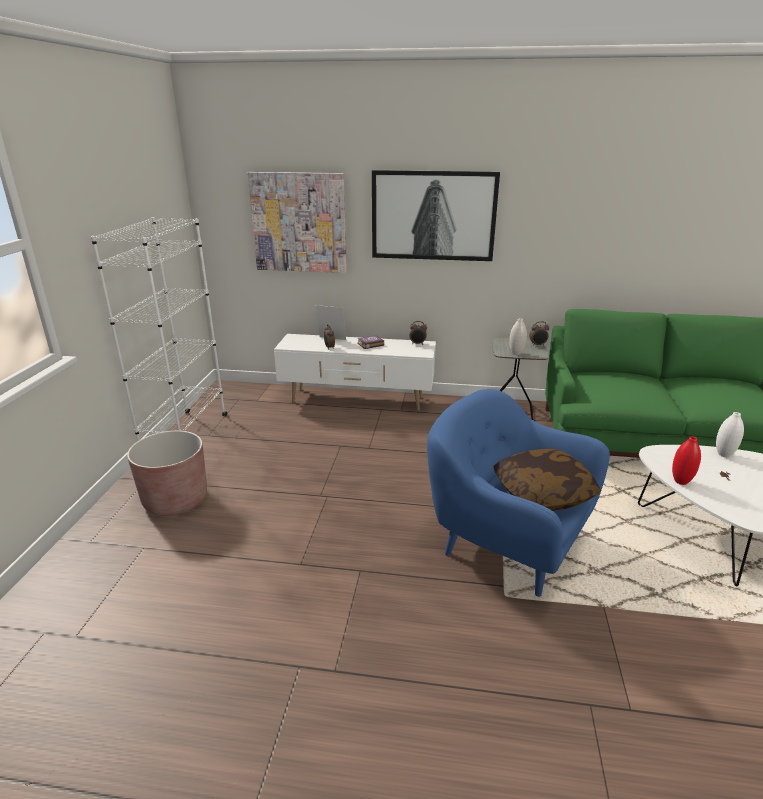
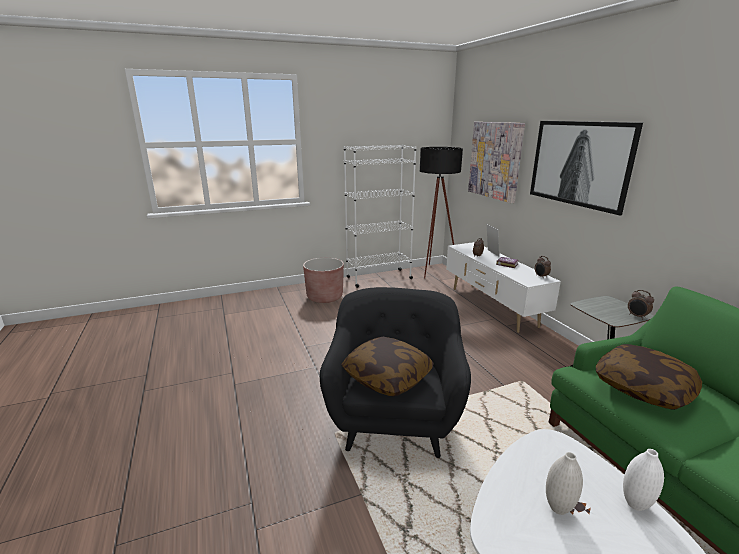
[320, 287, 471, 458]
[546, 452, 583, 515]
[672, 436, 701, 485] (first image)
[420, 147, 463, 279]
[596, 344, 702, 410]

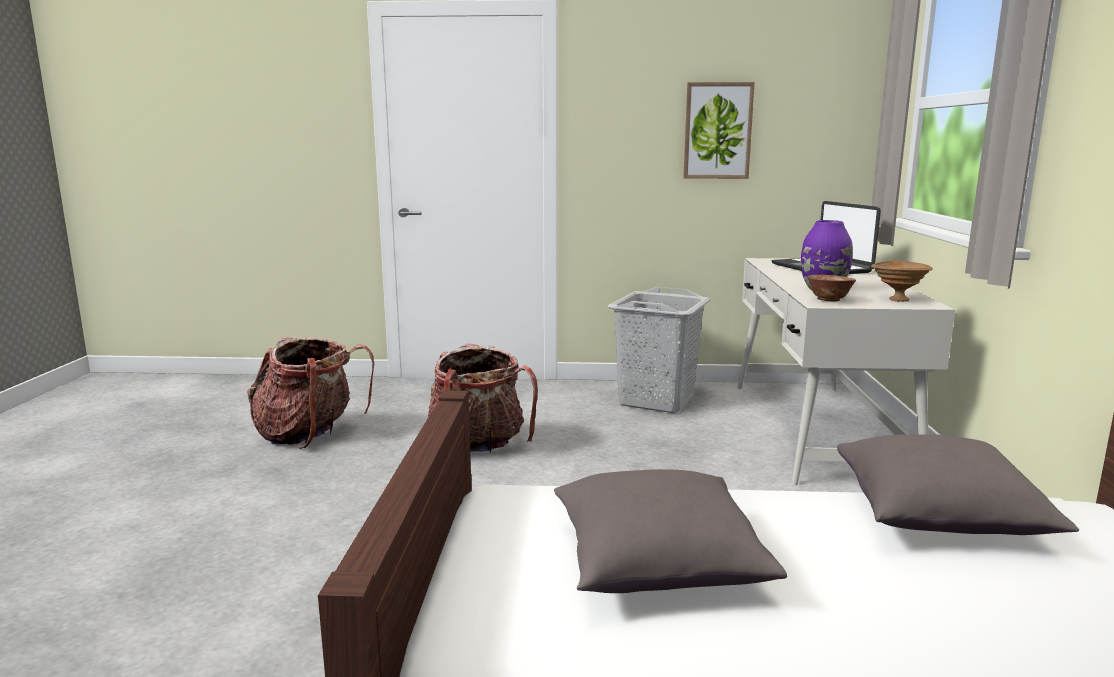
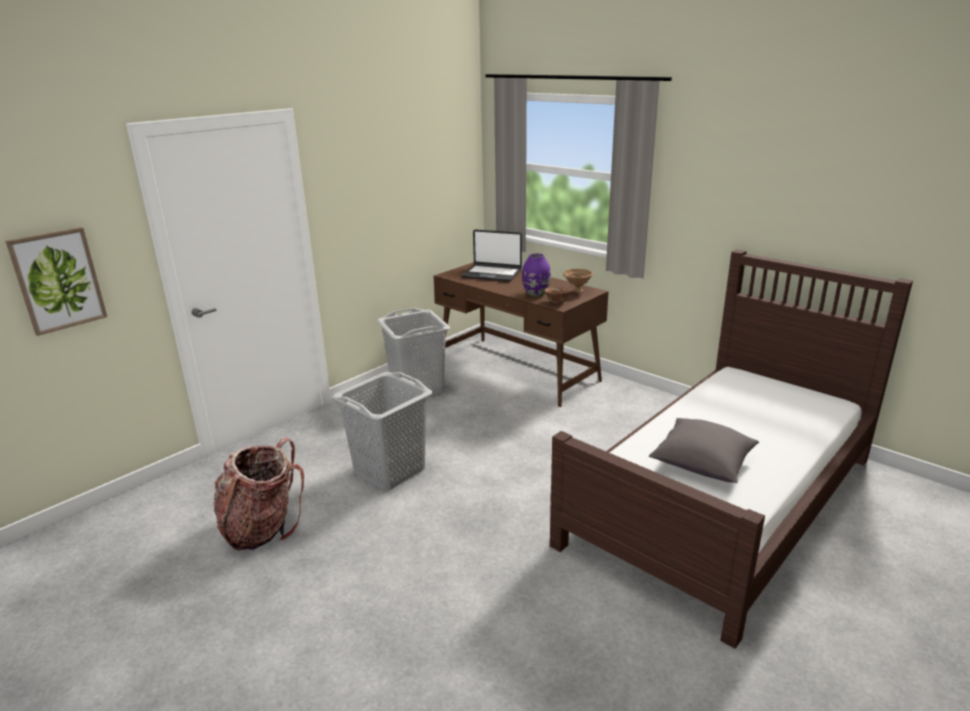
[332, 372, 433, 491]
[5, 227, 107, 336]
[434, 262, 608, 407]
[837, 434, 1079, 535] (first image)

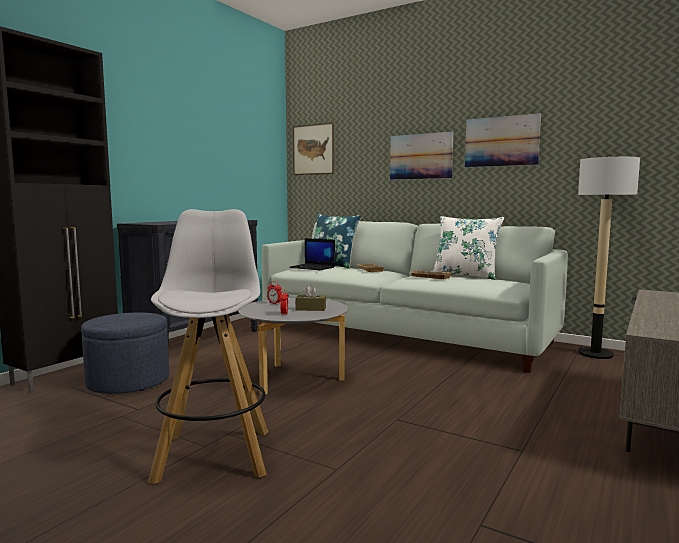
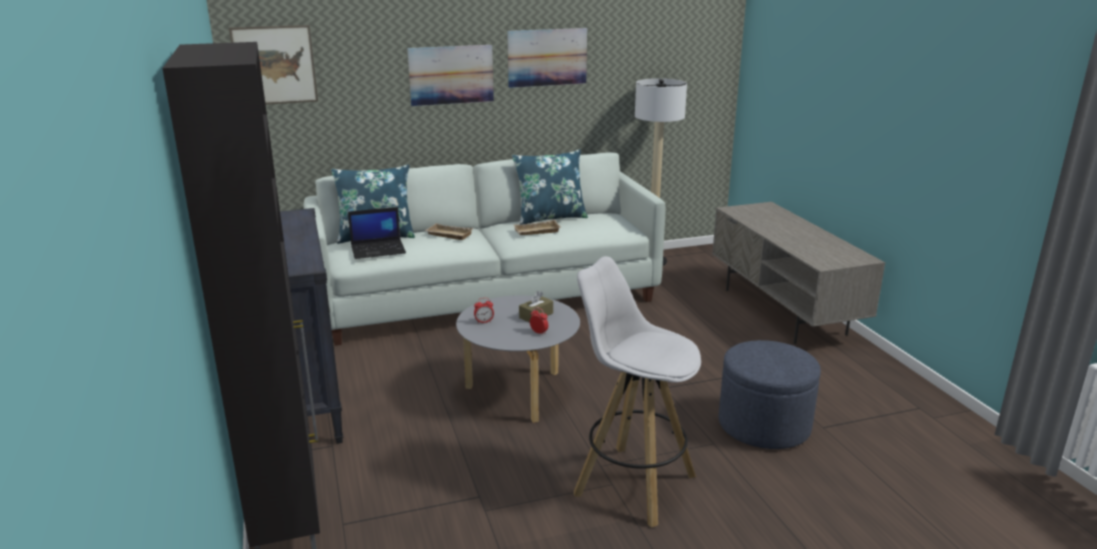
[718, 340, 821, 449]
[512, 149, 588, 225]

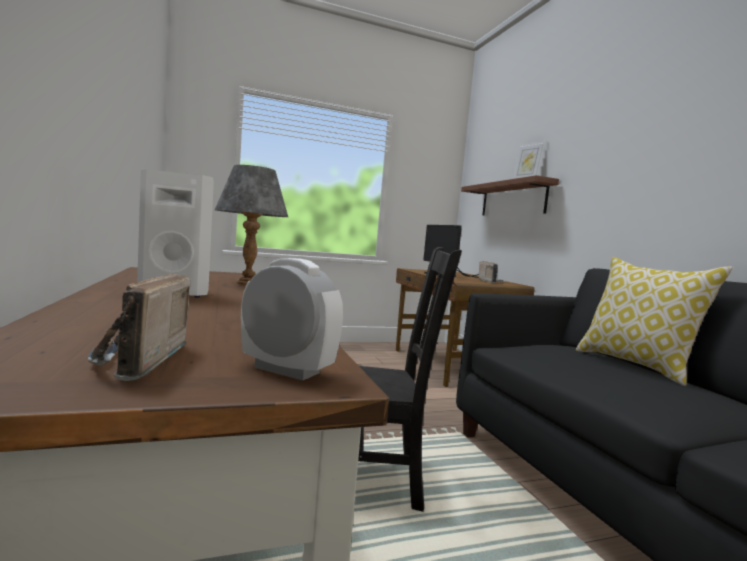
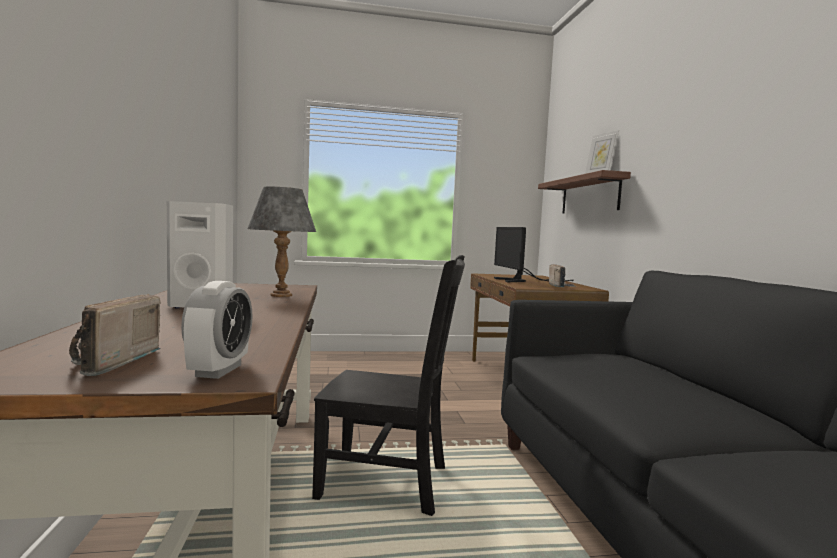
[181, 281, 253, 379]
[576, 257, 733, 386] (first image)

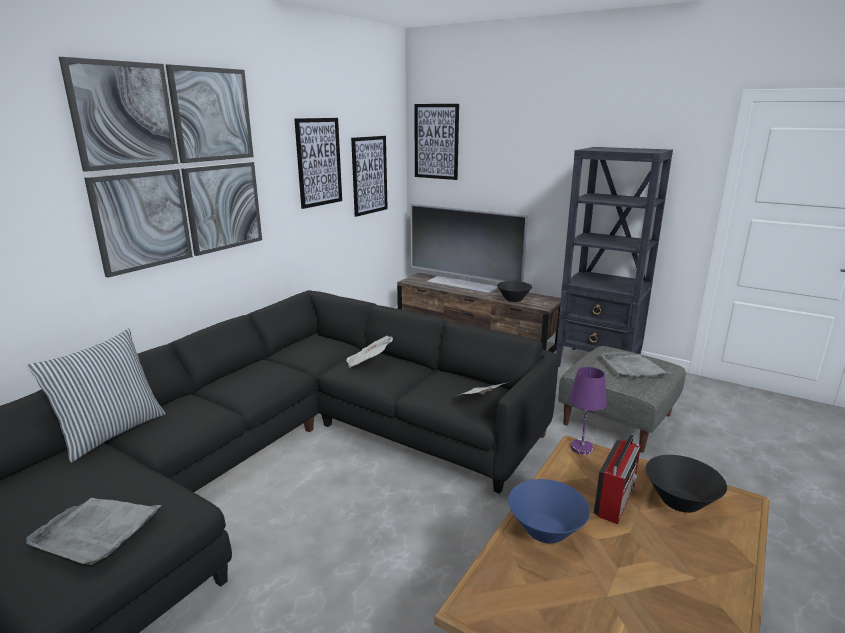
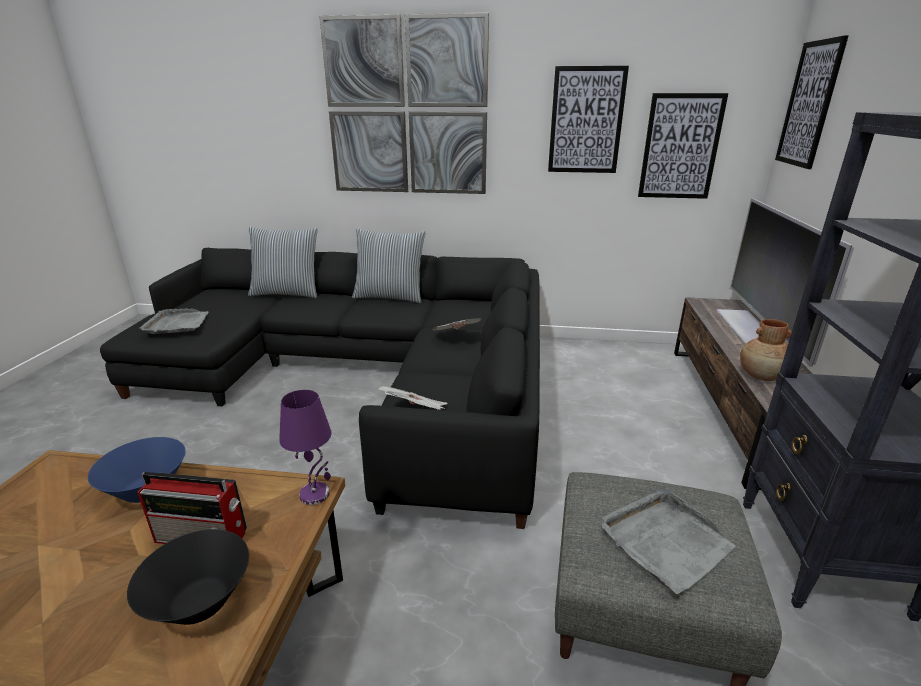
[740, 319, 792, 381]
[352, 229, 426, 303]

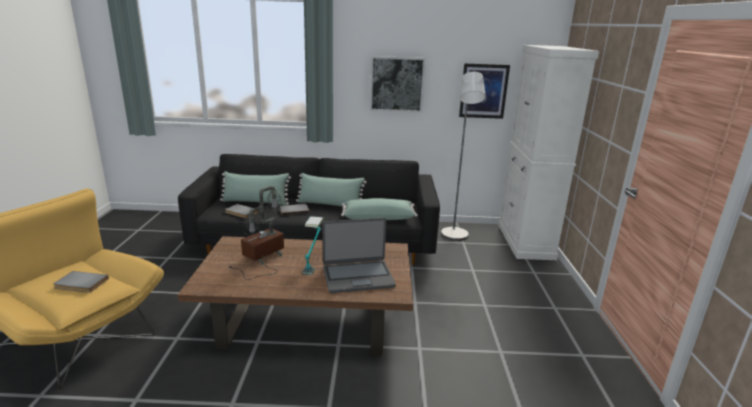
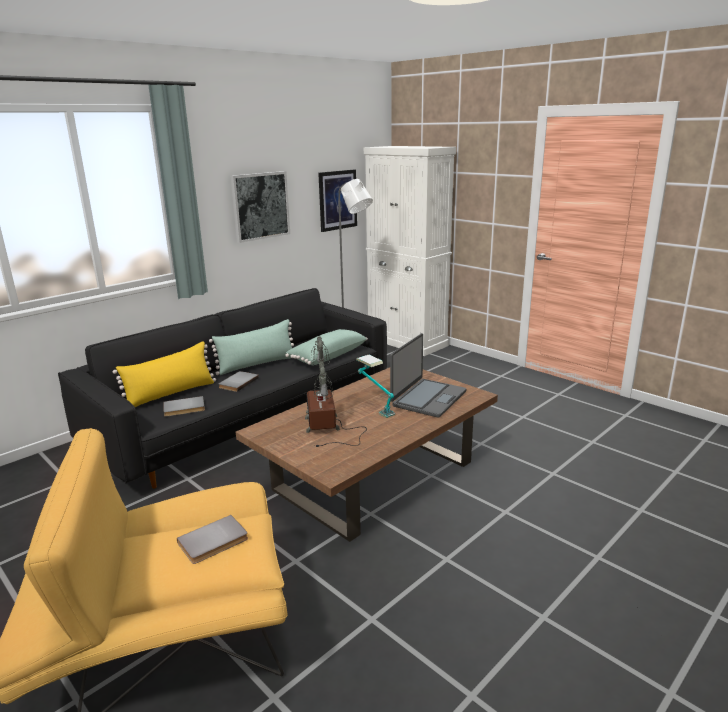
[113, 342, 216, 407]

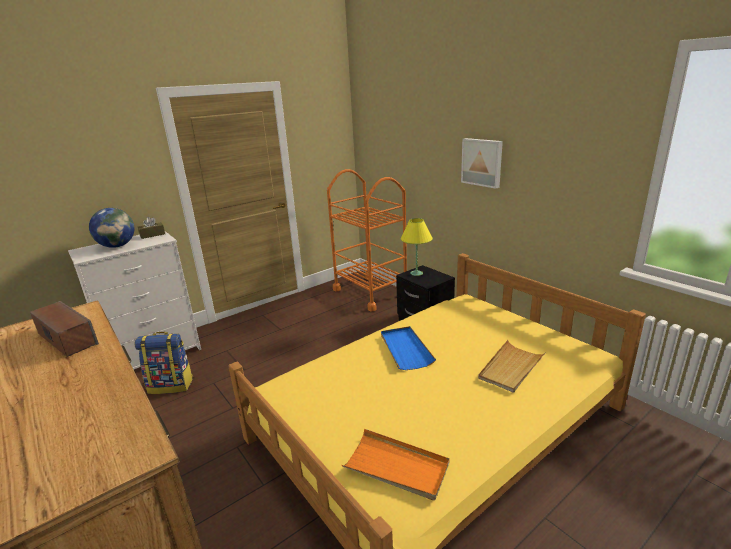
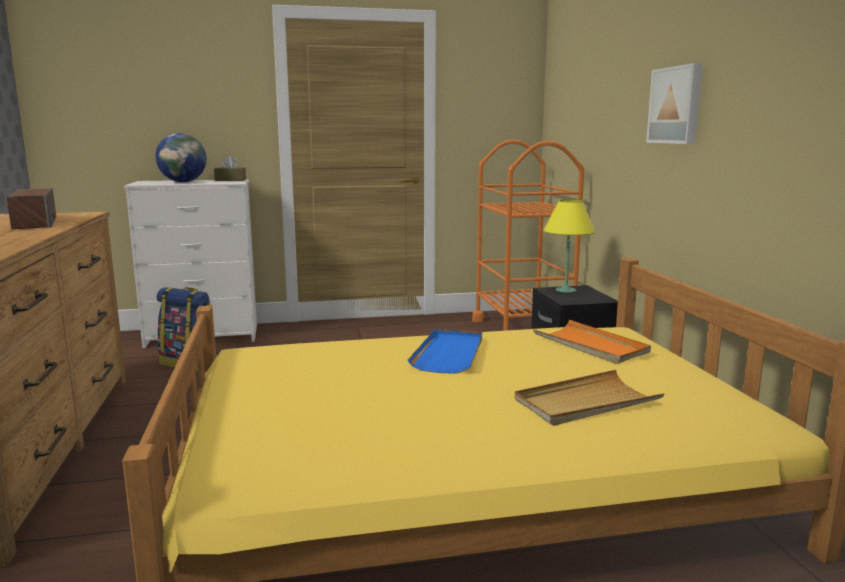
[533, 320, 651, 364]

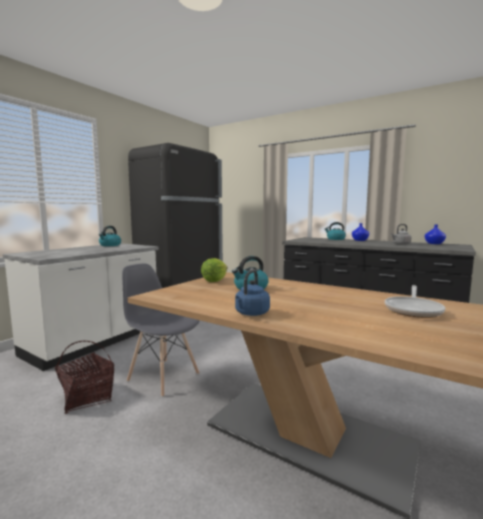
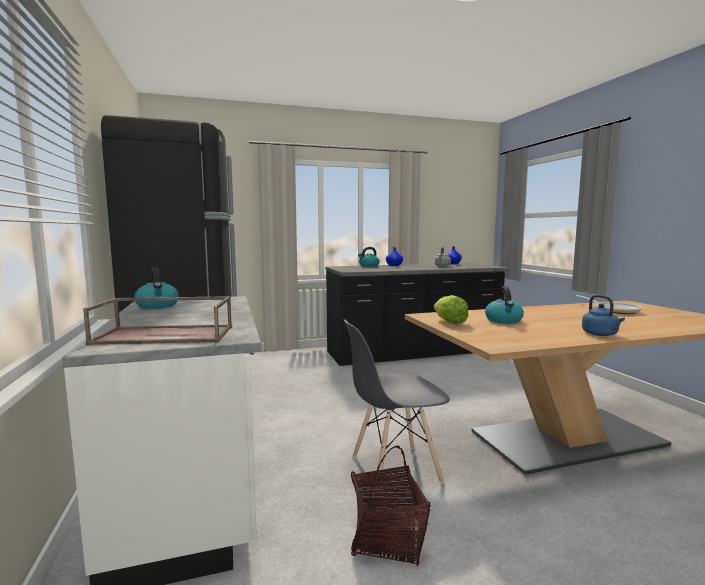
[83, 296, 232, 345]

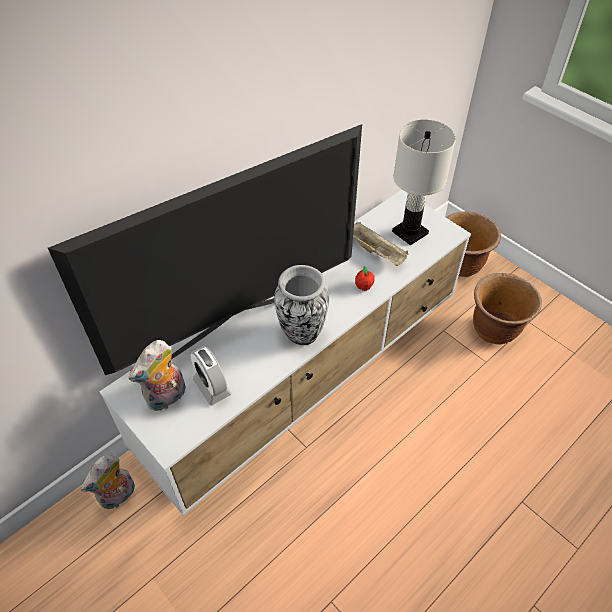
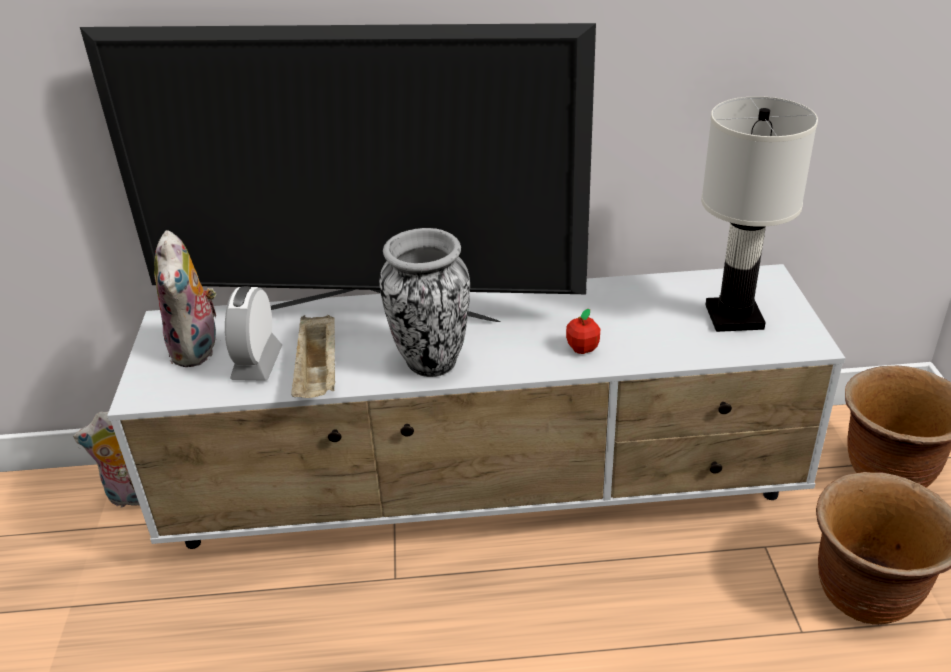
[154, 230, 216, 367]
[291, 315, 335, 398]

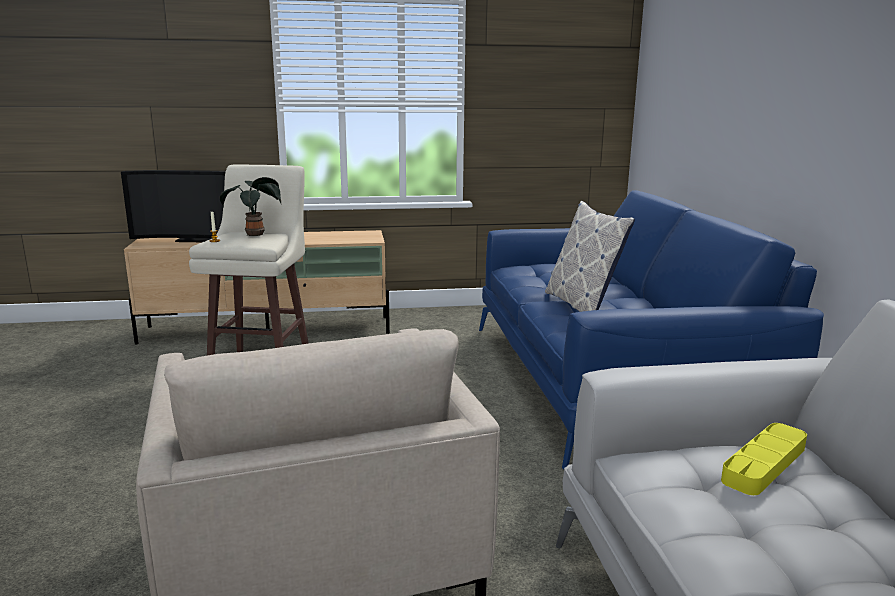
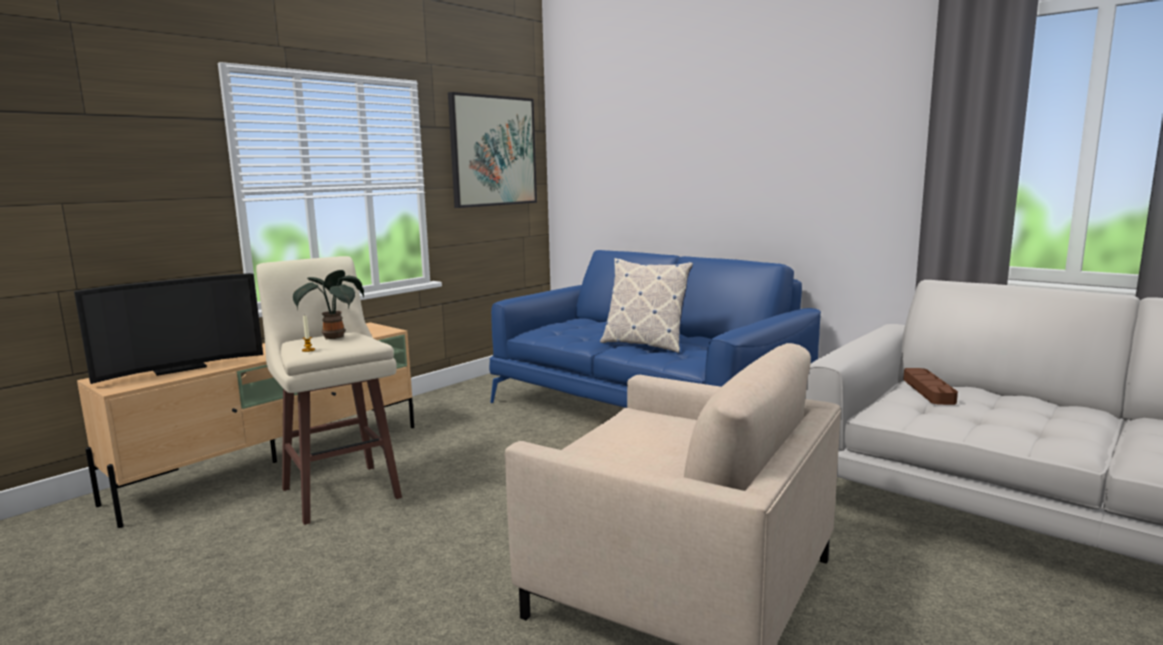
[903, 368, 958, 405]
[448, 92, 537, 208]

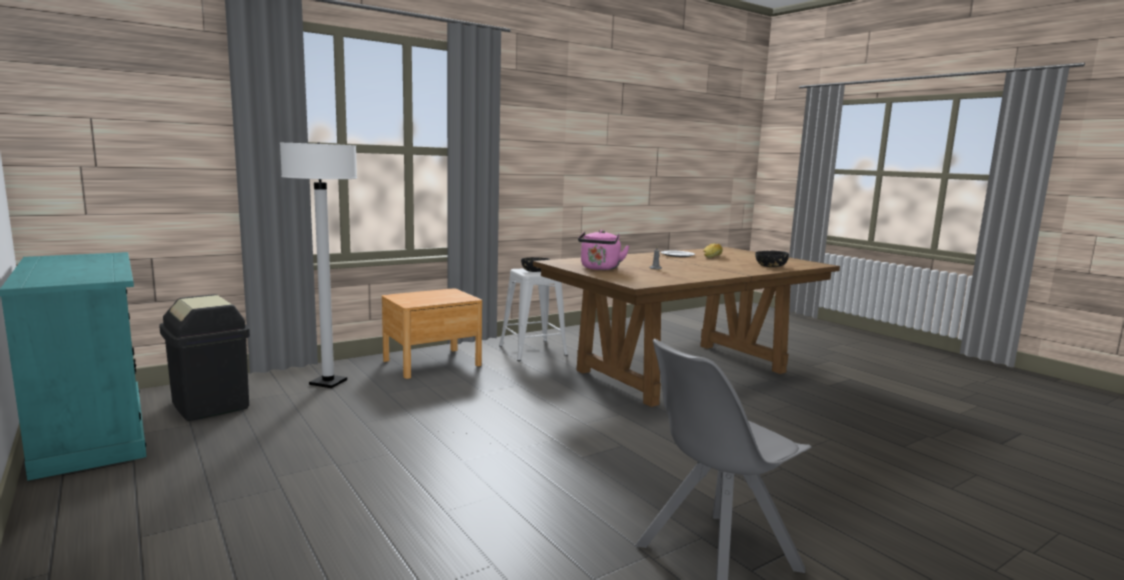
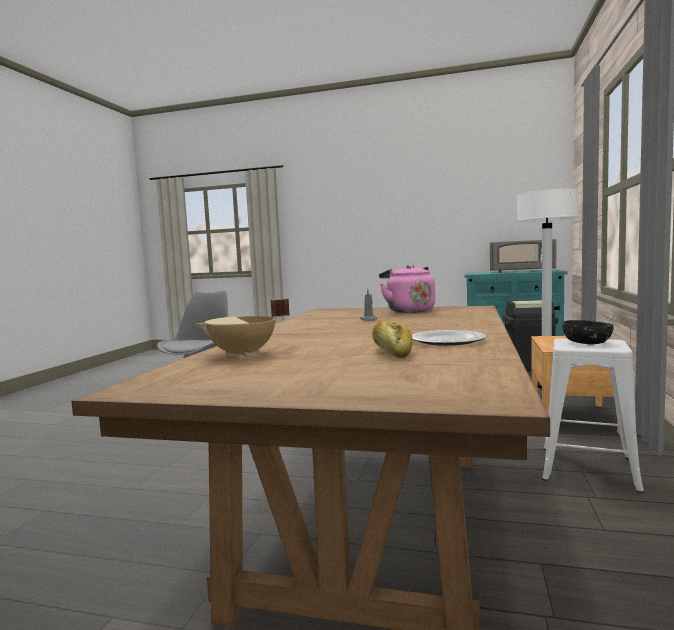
[195, 299, 289, 357]
[490, 239, 556, 273]

